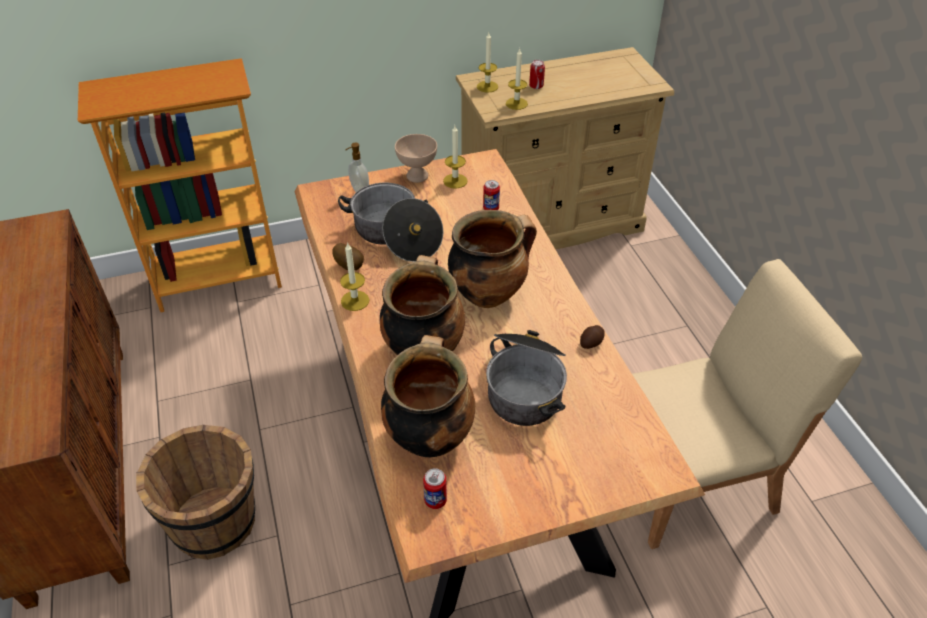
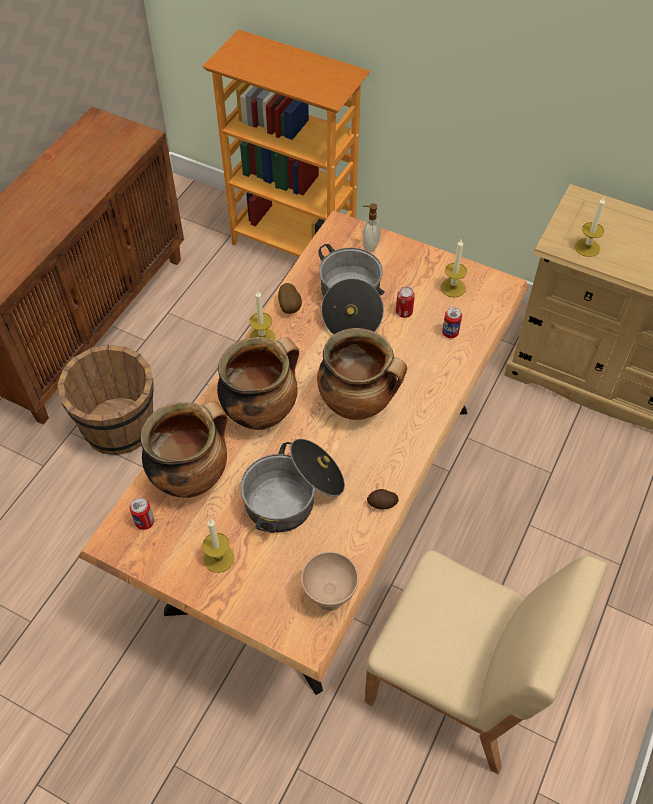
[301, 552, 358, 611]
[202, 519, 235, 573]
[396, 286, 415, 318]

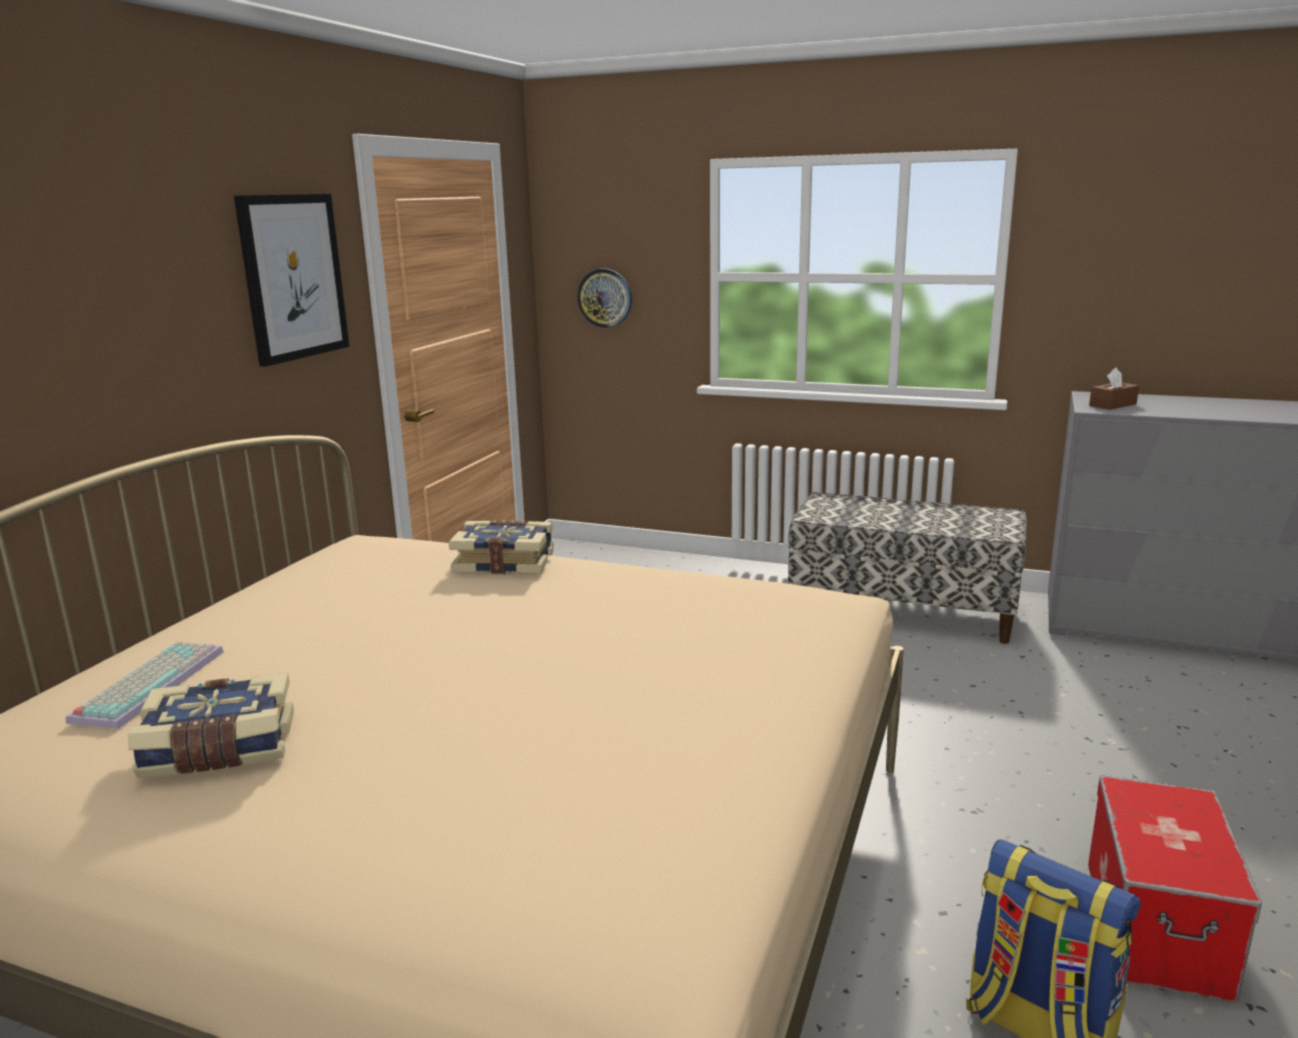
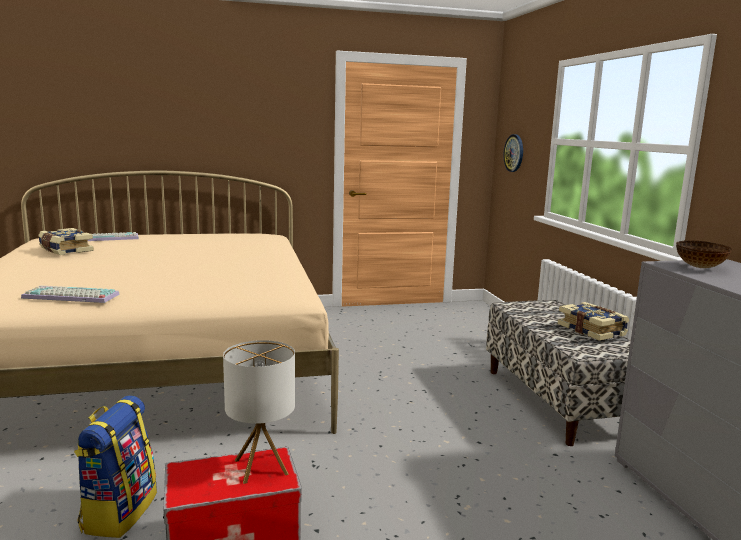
[234, 194, 349, 367] (first image)
[558, 302, 629, 341]
[676, 240, 732, 268]
[21, 285, 120, 303]
[223, 340, 295, 484]

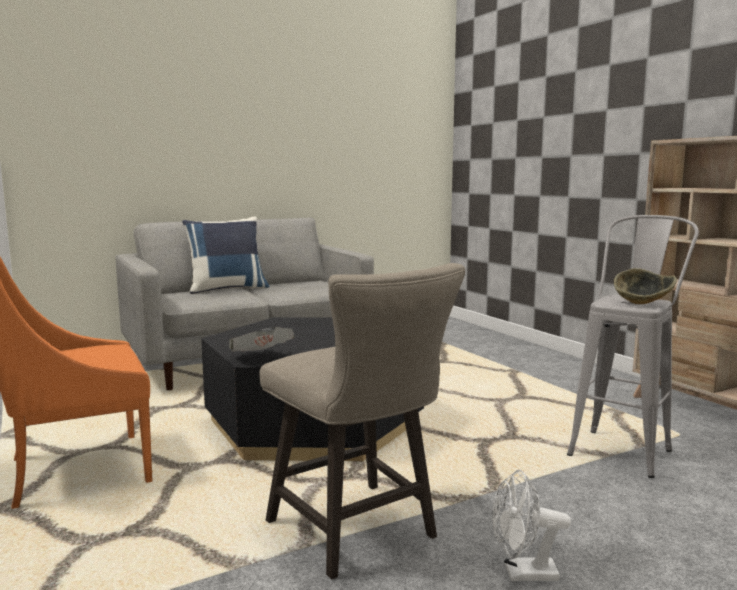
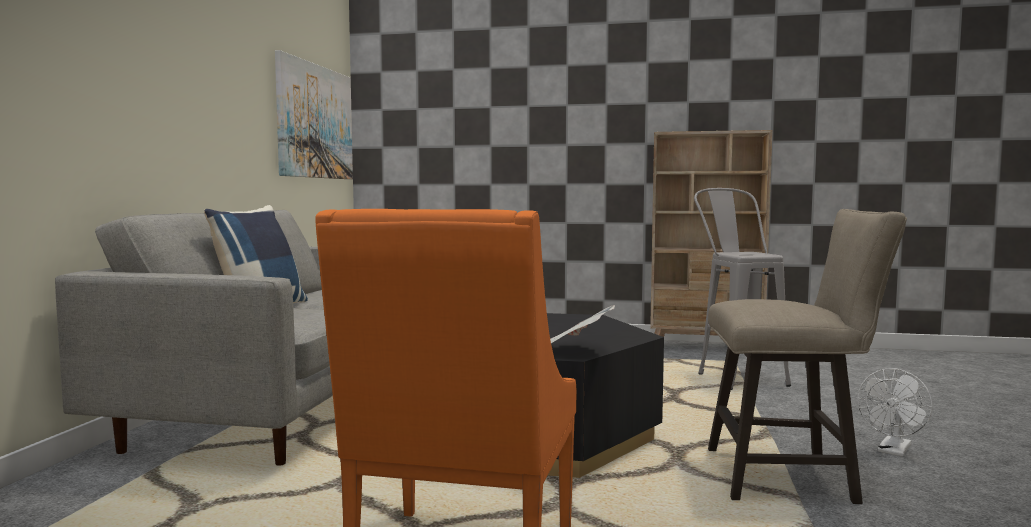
[614, 268, 677, 304] (first image)
[275, 50, 353, 179]

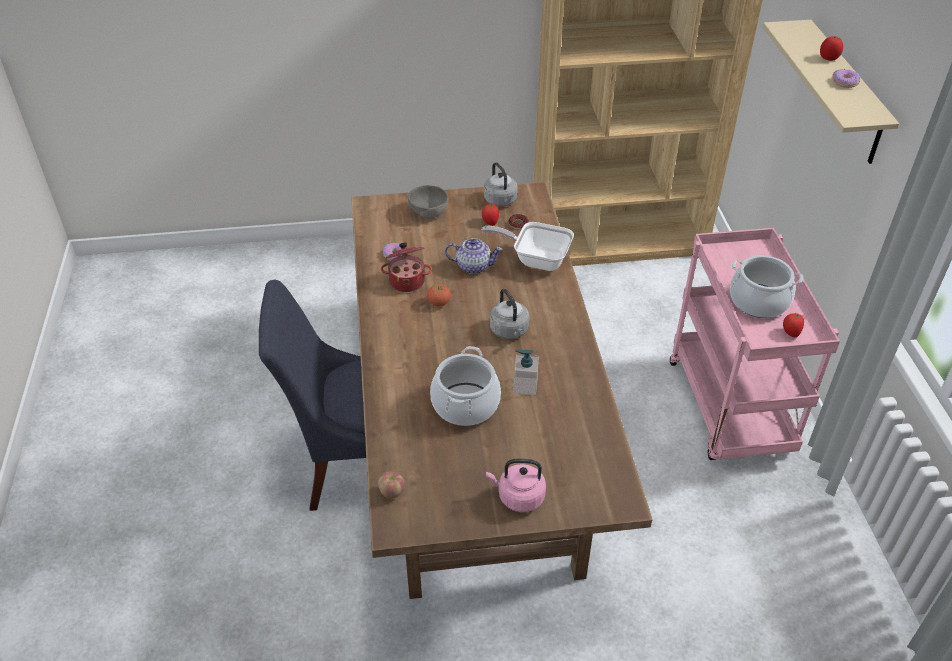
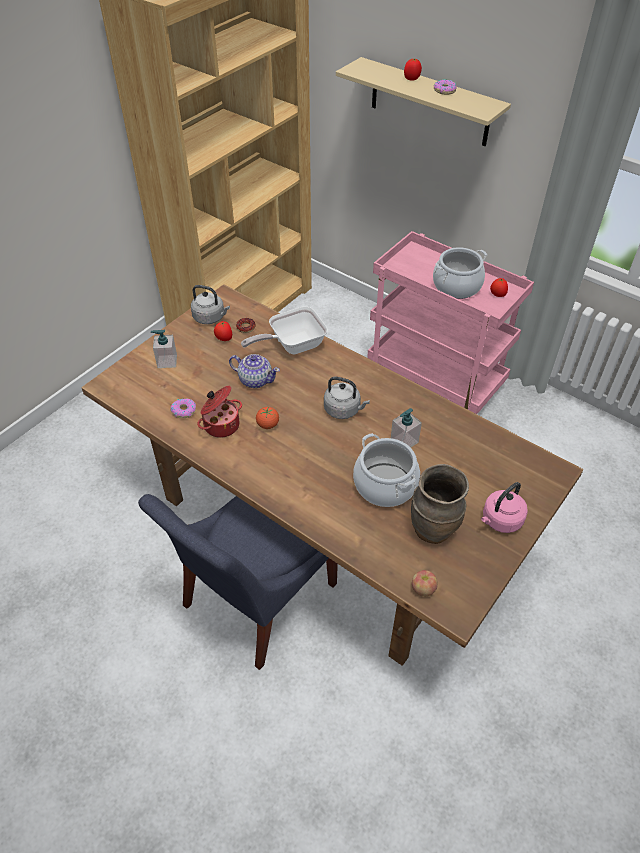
[151, 330, 177, 368]
[229, 354, 280, 388]
[411, 464, 469, 544]

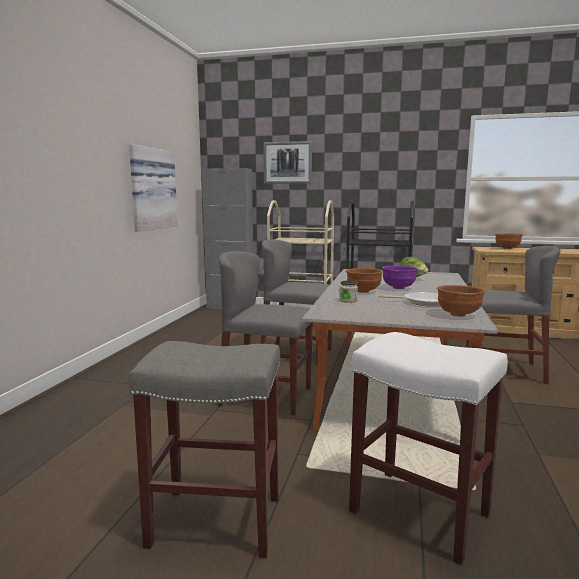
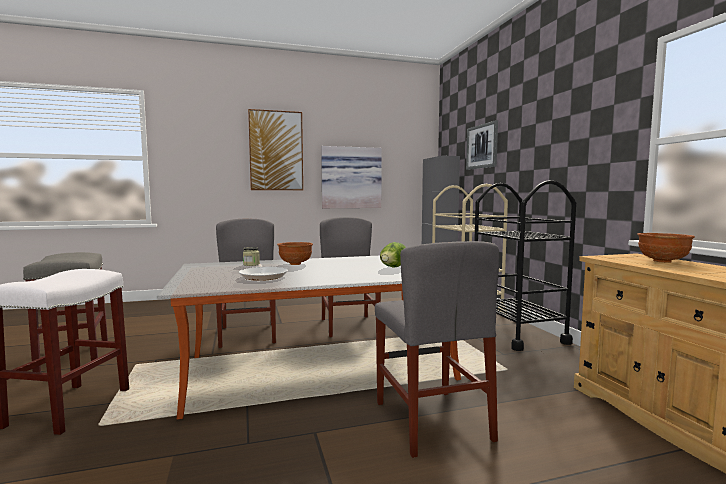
[382, 266, 418, 289] (first image)
[437, 285, 485, 317] (first image)
[248, 109, 303, 190]

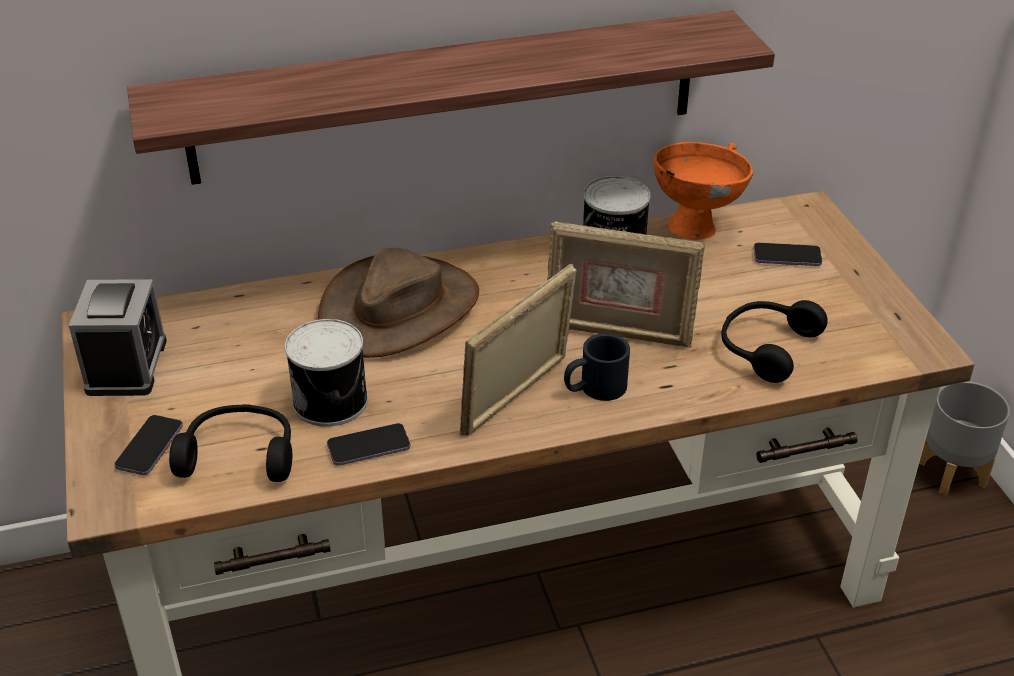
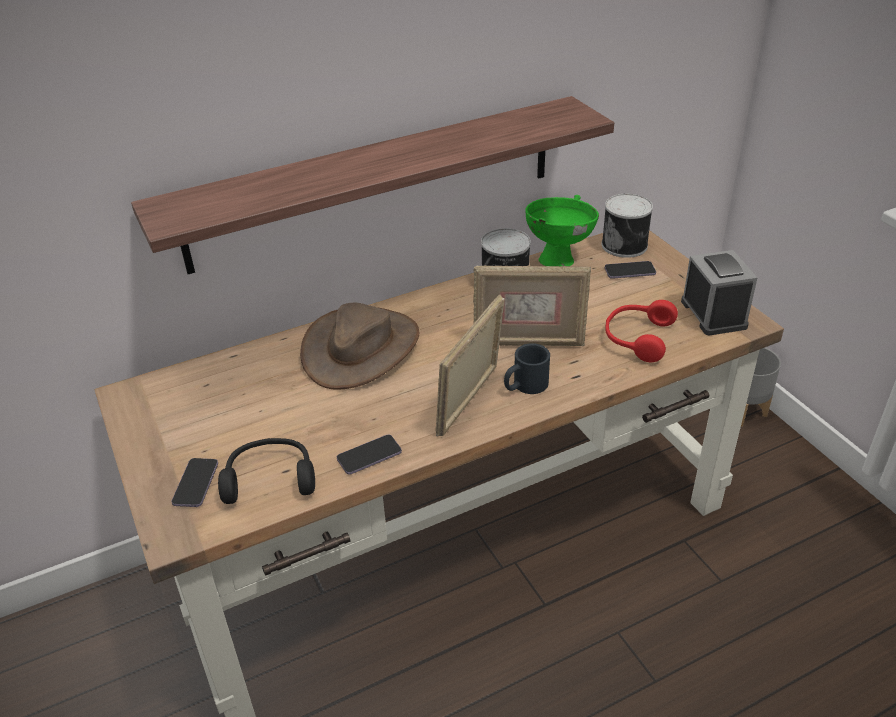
[681, 250, 757, 336]
[602, 194, 653, 258]
[525, 195, 599, 267]
[605, 300, 678, 362]

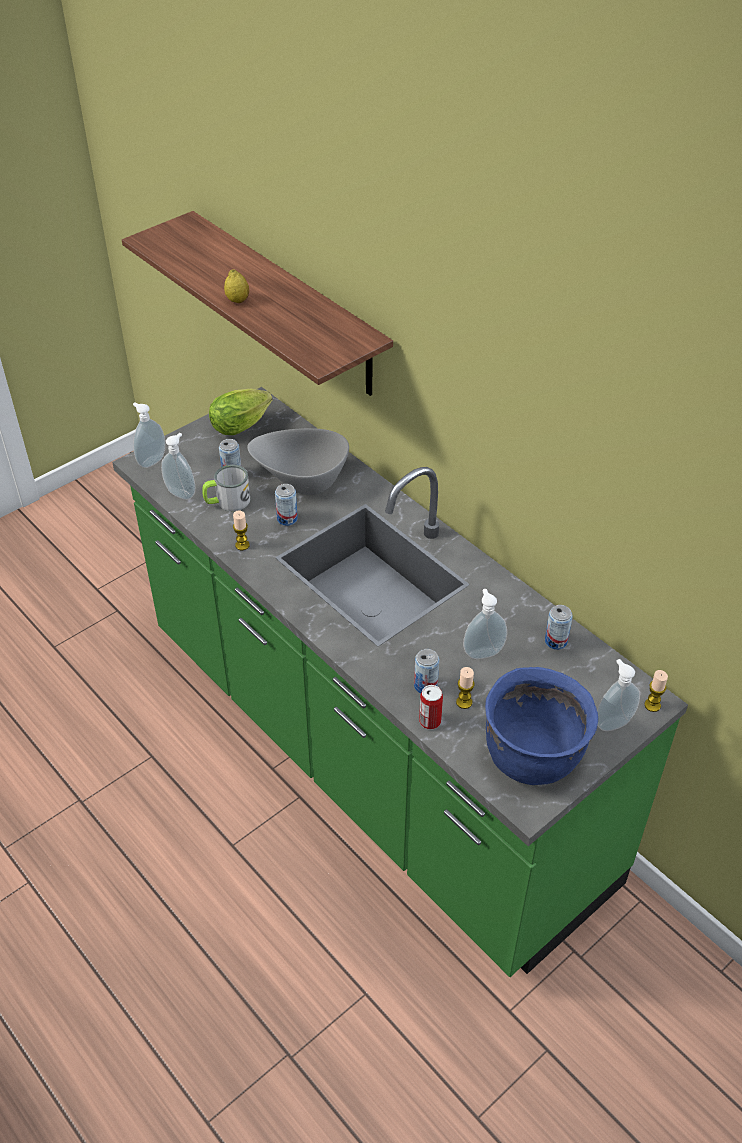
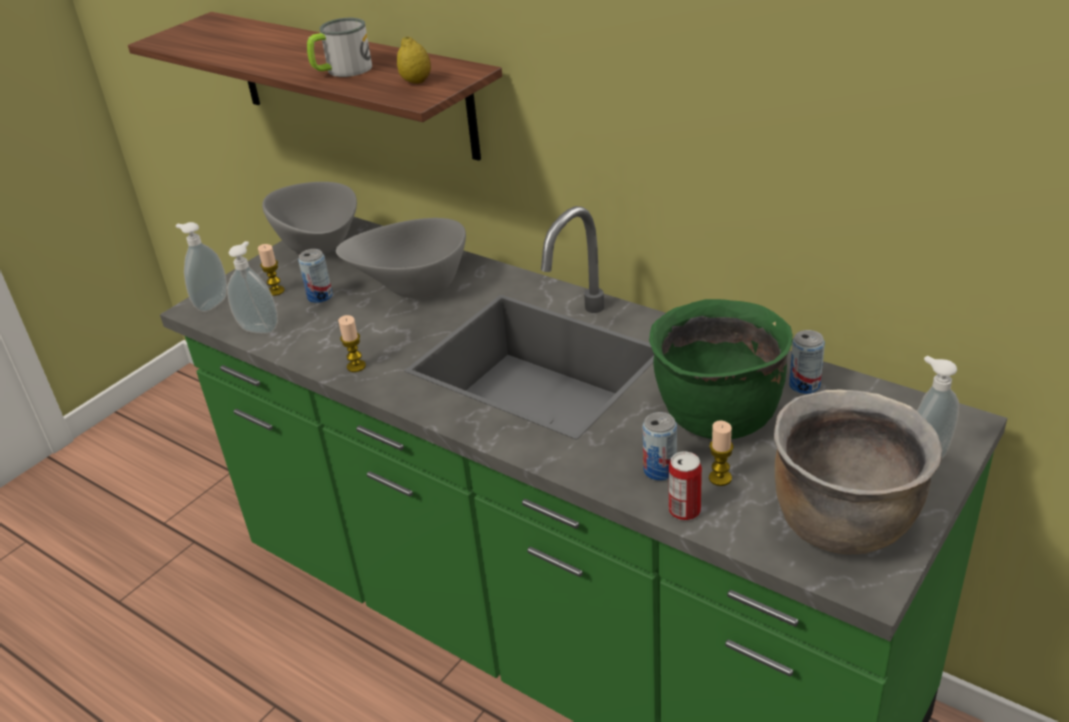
[307, 18, 372, 77]
[262, 182, 357, 253]
[397, 37, 431, 84]
[275, 484, 298, 526] (first image)
[649, 299, 793, 439]
[774, 389, 942, 554]
[258, 244, 285, 296]

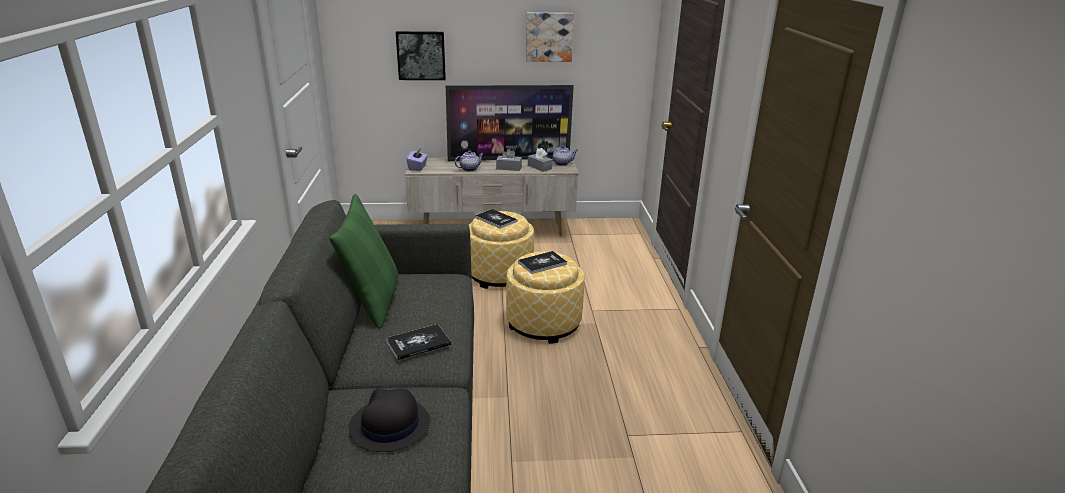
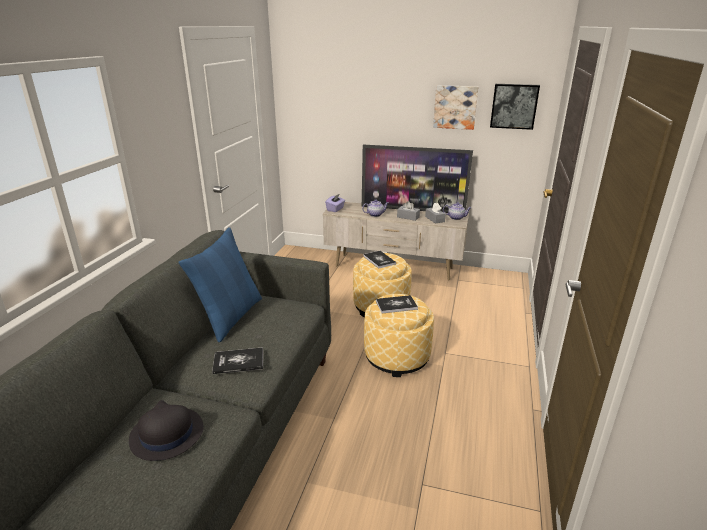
[179, 227, 262, 342]
[490, 84, 540, 130]

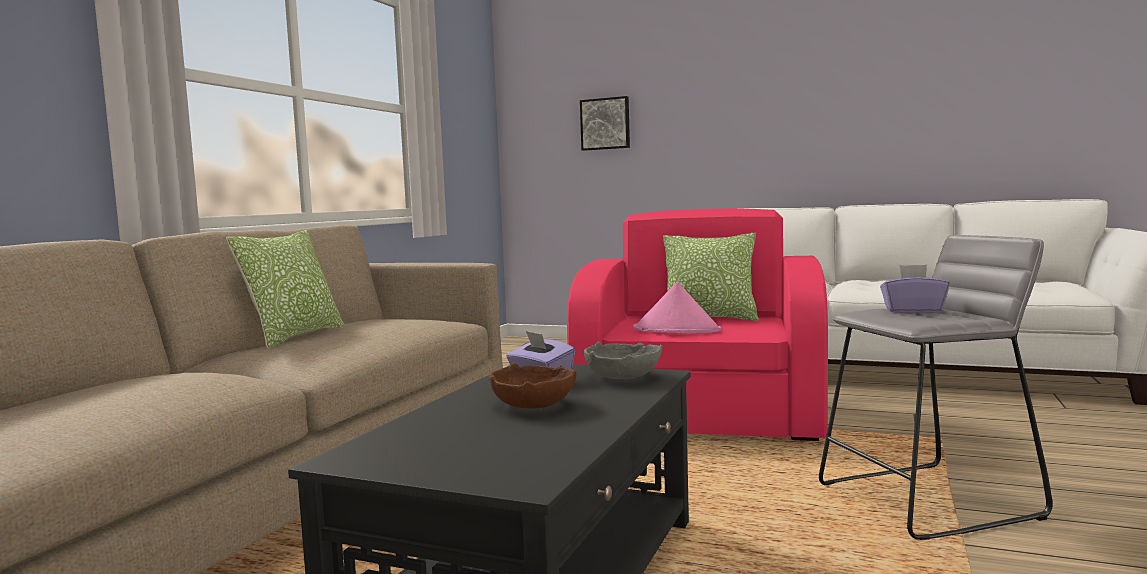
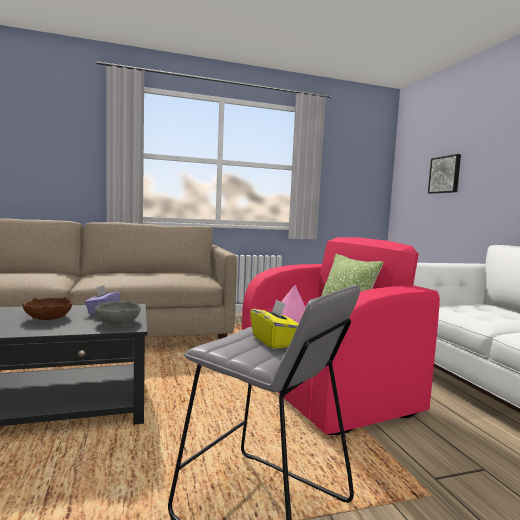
[226, 230, 345, 348] (first image)
[250, 299, 298, 349]

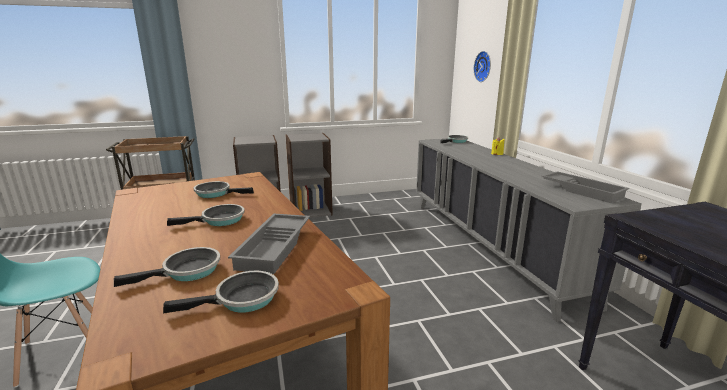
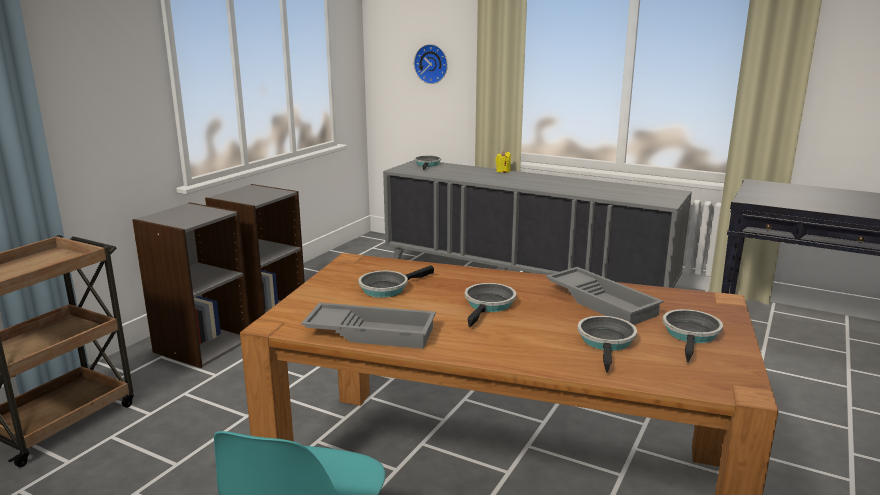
[301, 303, 436, 349]

